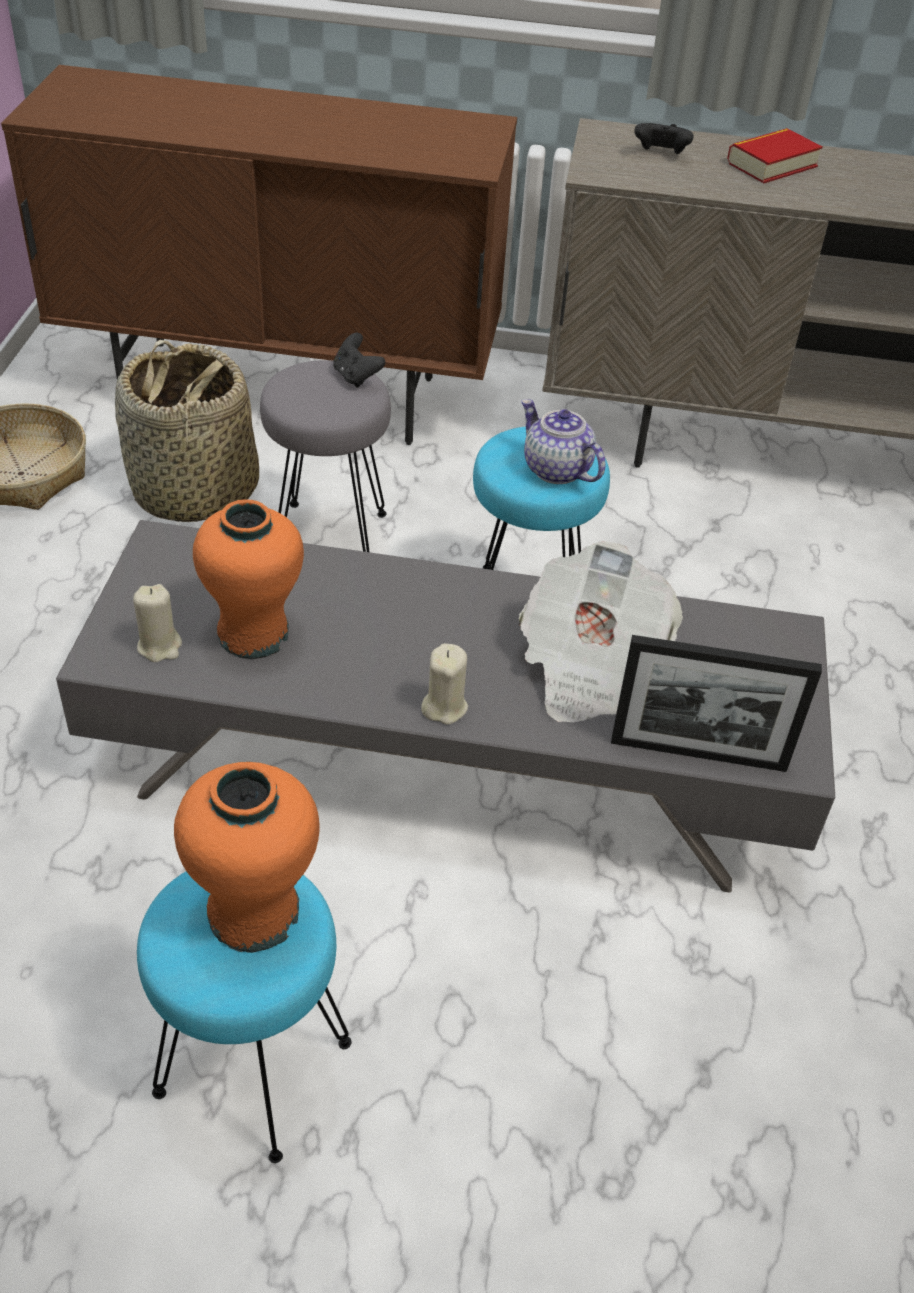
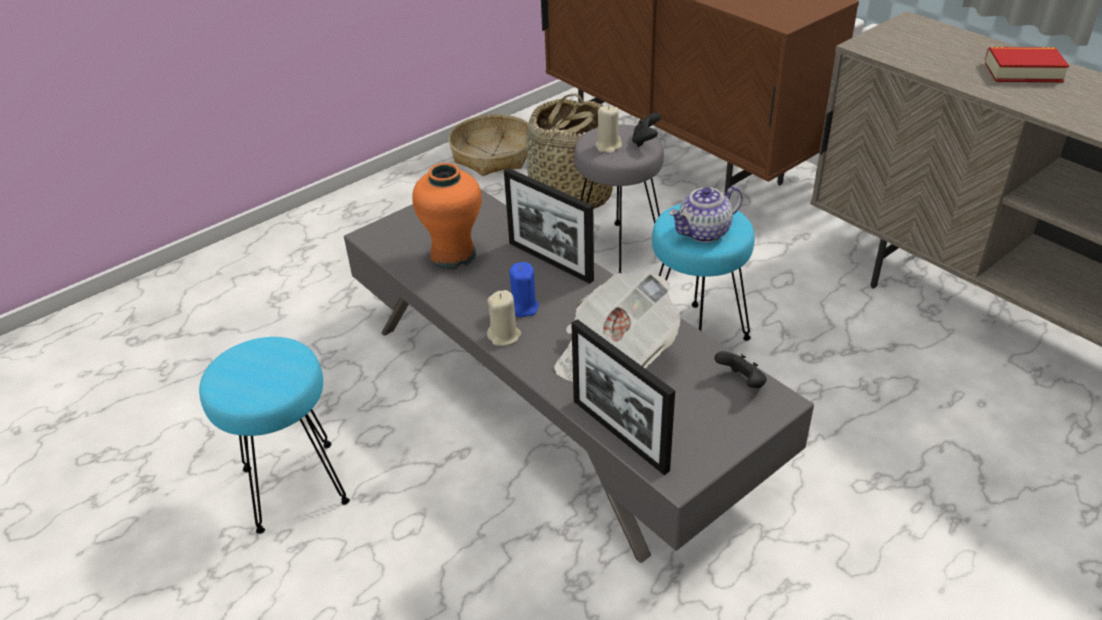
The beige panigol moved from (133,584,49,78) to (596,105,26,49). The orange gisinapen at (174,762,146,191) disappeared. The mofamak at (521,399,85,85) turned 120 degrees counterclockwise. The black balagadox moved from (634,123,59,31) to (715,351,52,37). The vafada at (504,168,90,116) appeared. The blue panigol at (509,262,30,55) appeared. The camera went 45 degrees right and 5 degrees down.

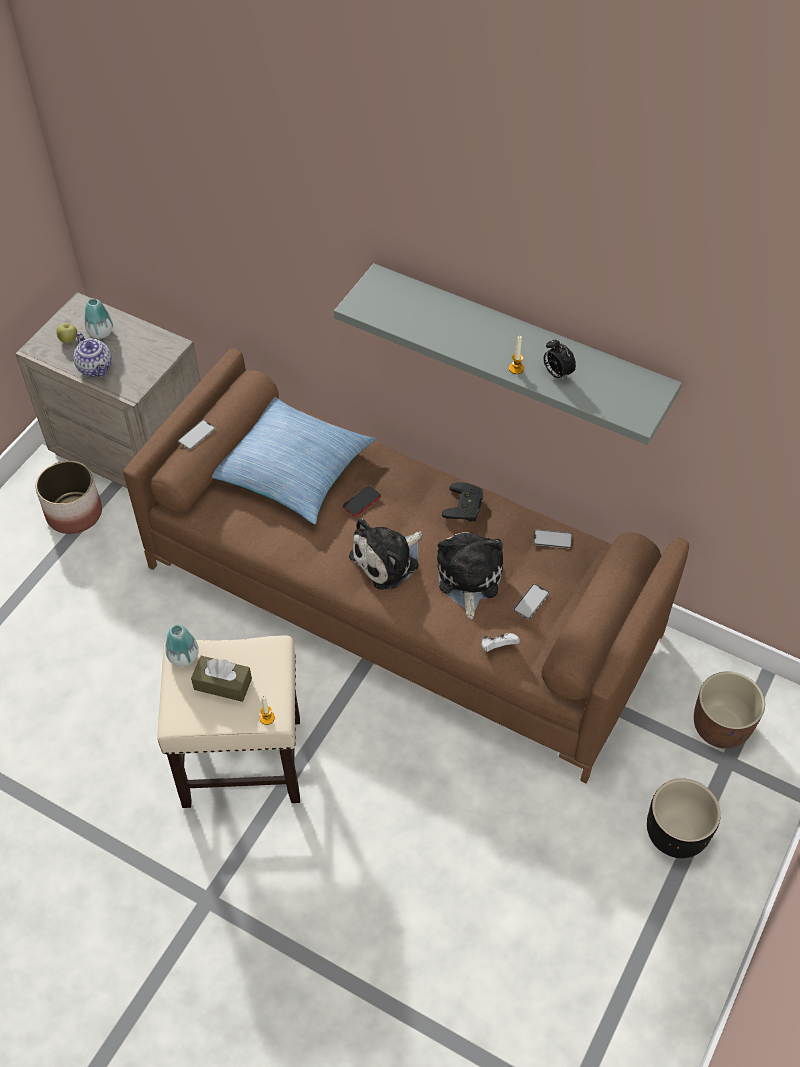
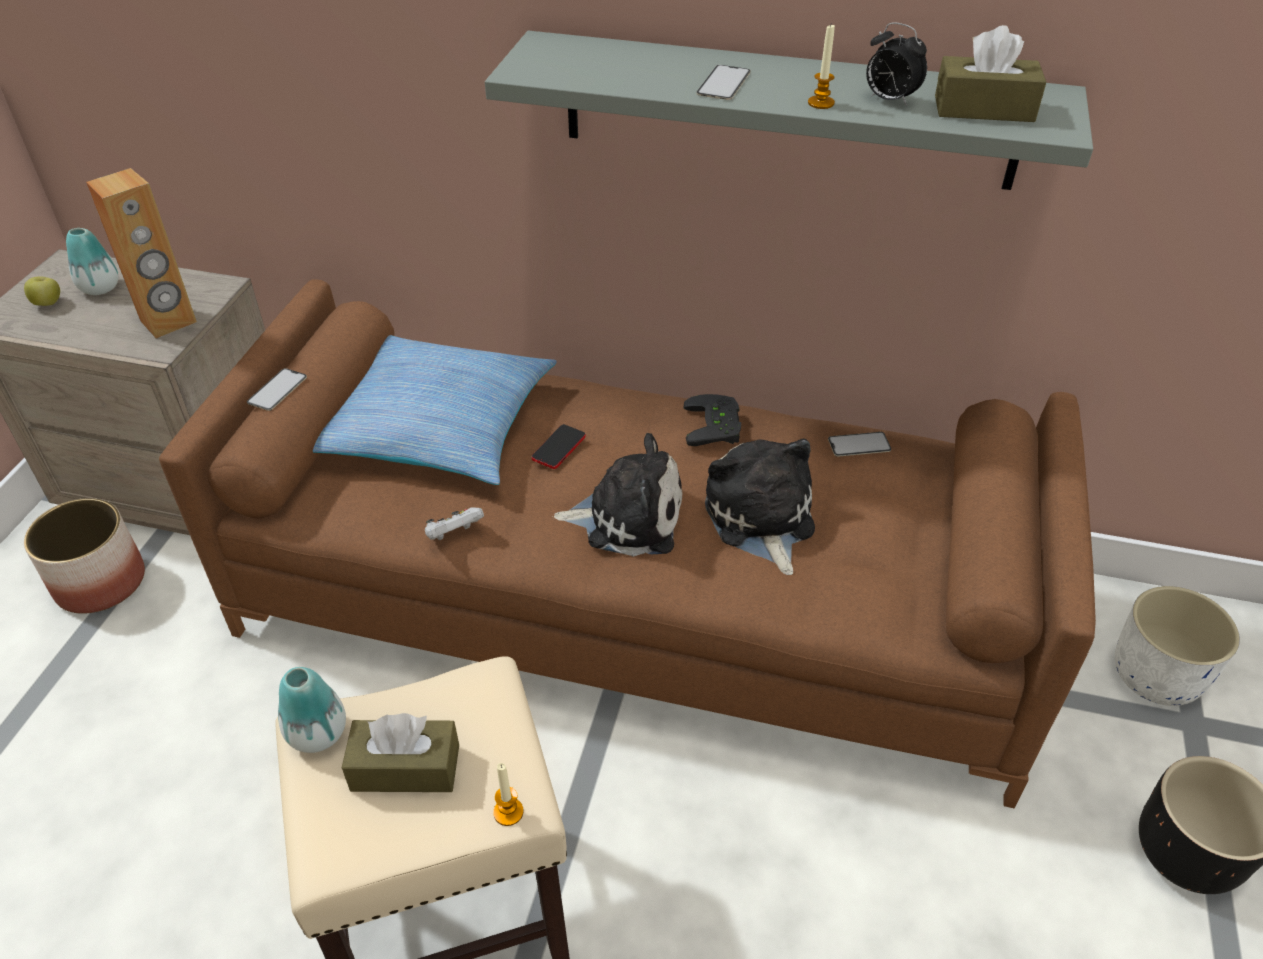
The mofamak at (73,333,39,44) disappeared. The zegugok at (349,518,73,72) turned 120 degrees counterclockwise. The white balagadox moved from (481,633,39,19) to (425,507,59,34). The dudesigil moved from (513,584,36,35) to (696,65,55,35). The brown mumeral at (694,672,71,77) became the white mumeral at (1115,586,125,120). The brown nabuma at (86,168,111,170) appeared. The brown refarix at (935,25,111,97) appeared. The camera went 15 degrees left and 10 degrees down.

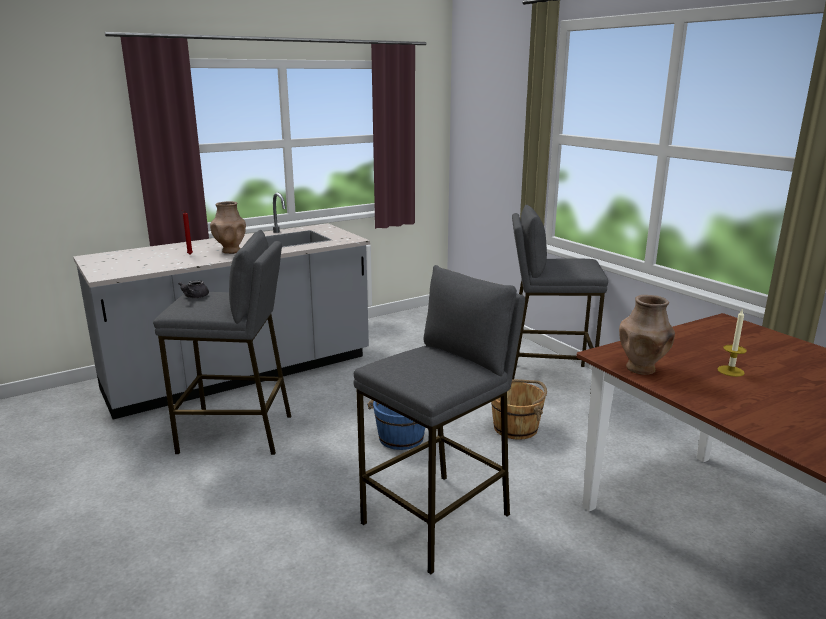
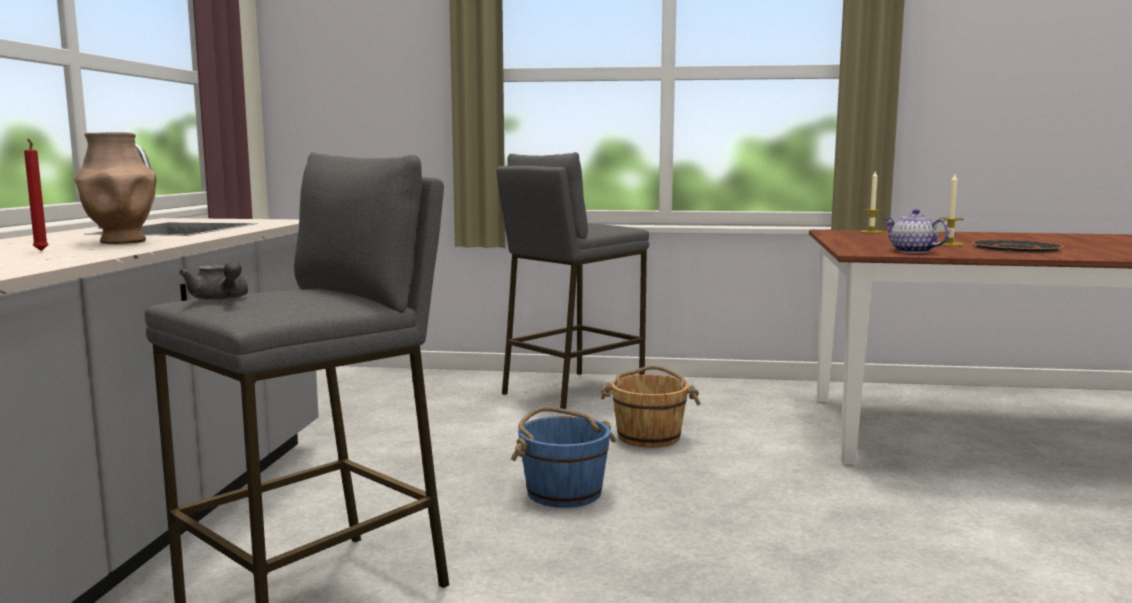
The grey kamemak at (354,265,171,309) disappeared. The brown gisinapen at (619,295,56,80) was replaced by the mofamak at (884,209,65,44). The panigol at (860,170,24,63) appeared. The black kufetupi at (971,240,93,13) appeared. The camera went 50 degrees left and 10 degrees down.

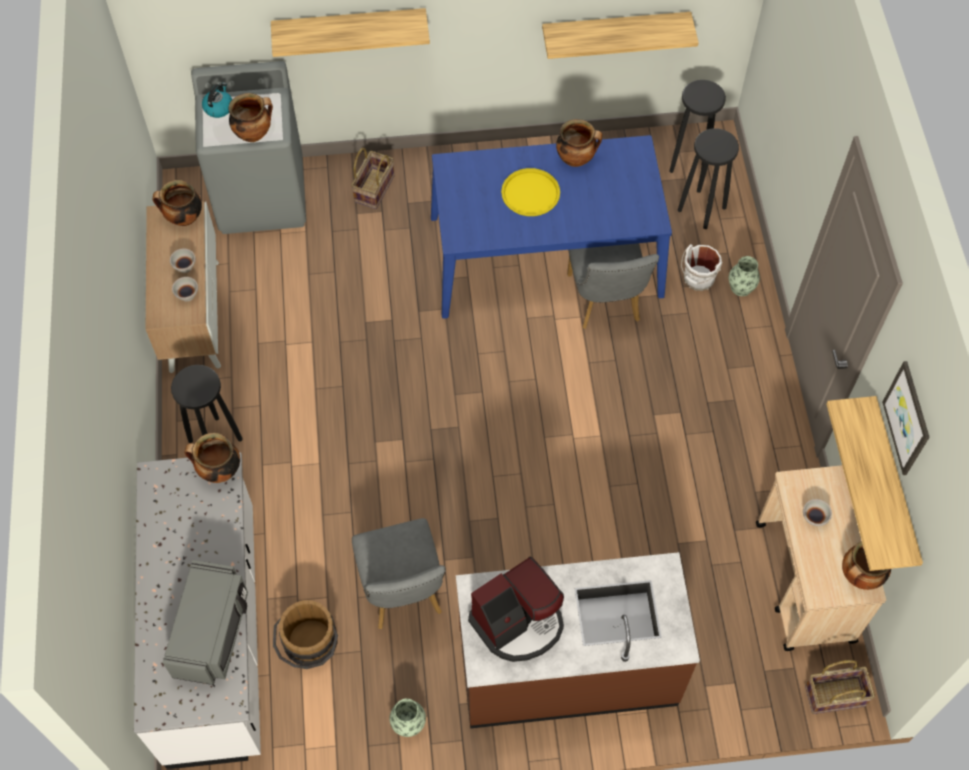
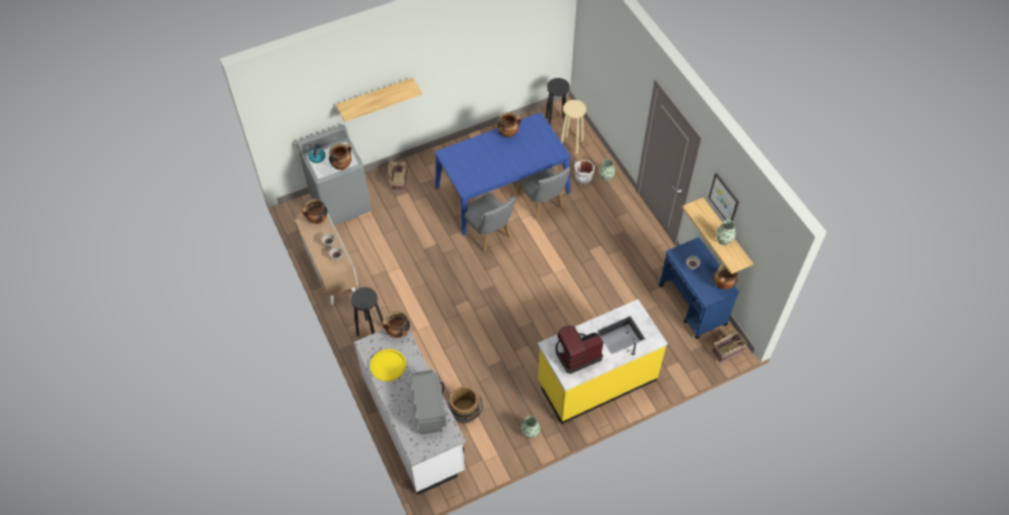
The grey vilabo moved from (352,518,94,111) to (464,192,52,59). The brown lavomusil at (456,552,244,177) became the yellow lavomusil at (538,299,130,125). The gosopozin at (468,556,96,106) turned 150 degrees counterclockwise. The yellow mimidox moved from (501,168,59,48) to (370,349,36,32). The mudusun at (542,12,157,47) disappeared. The black kamemak at (678,128,61,101) became the beige kamemak at (561,100,25,54). The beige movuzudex at (756,465,130,186) became the blue movuzudex at (659,237,80,102). The gisinapen at (716,220,20,25) appeared. The camera went 20 degrees left and 5 degrees down.

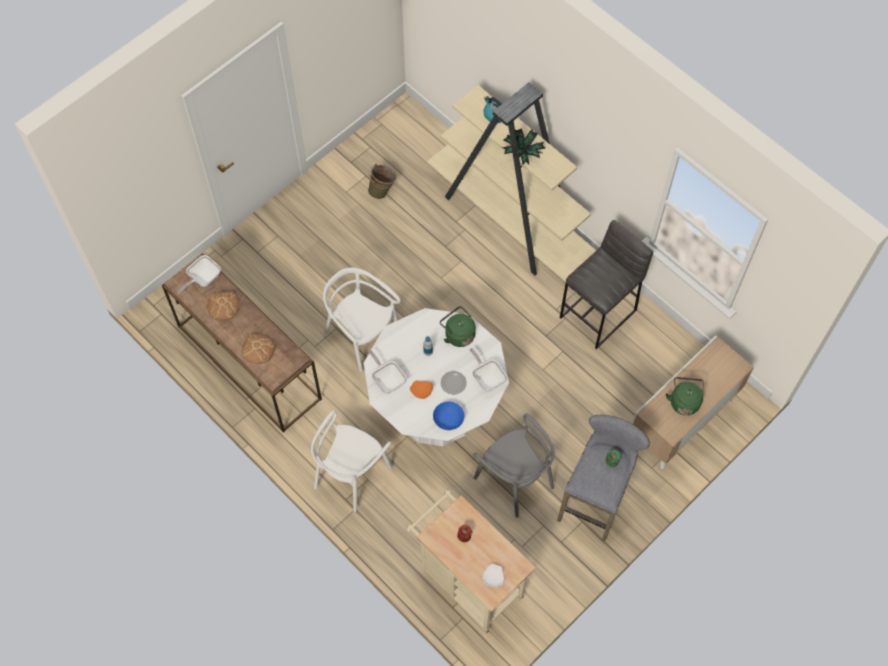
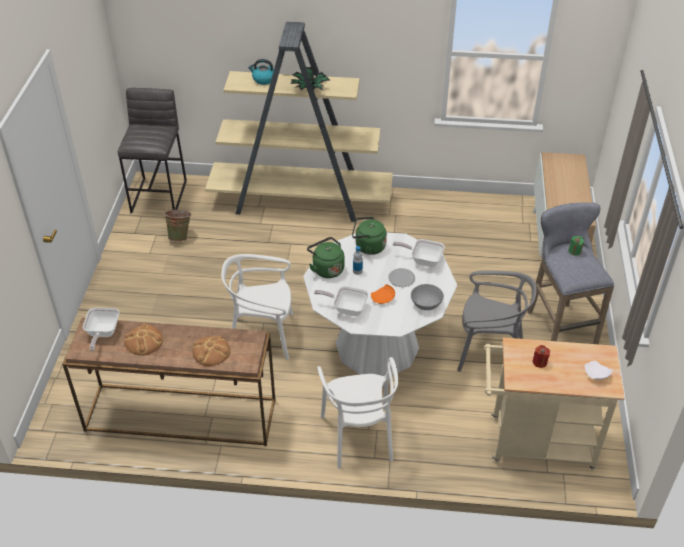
The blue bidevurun at (433,401,31,29) became the grey bidevurun at (411,284,33,26). The grey kamemak moved from (560,220,93,129) to (118,88,69,125). The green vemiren moved from (666,377,38,39) to (307,237,38,41). The camera went 40 degrees left and 20 degrees down.

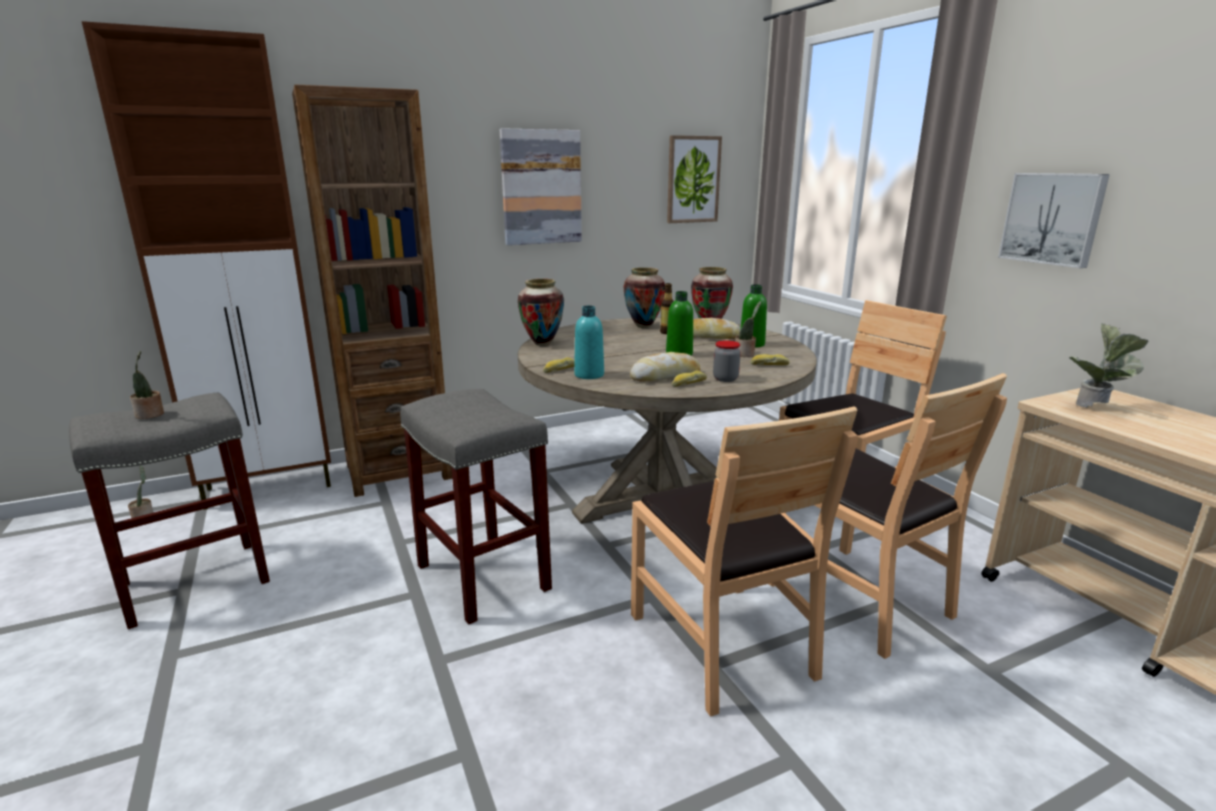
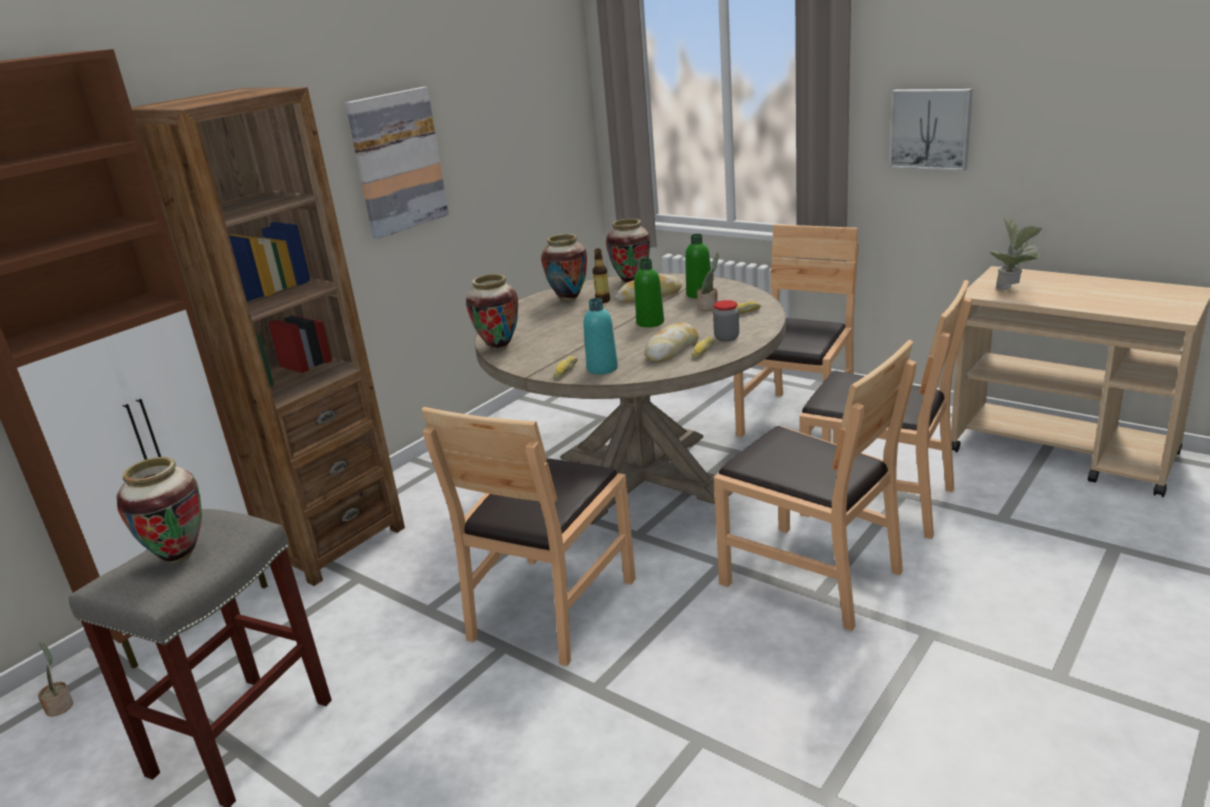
The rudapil at (130,351,34,68) was replaced by the gisinapen at (116,457,86,106). The grey kamemak at (400,389,152,236) was replaced by the brown vilabo at (422,407,214,259). The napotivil at (667,135,55,88) disappeared. The camera went 25 degrees left and 5 degrees up.

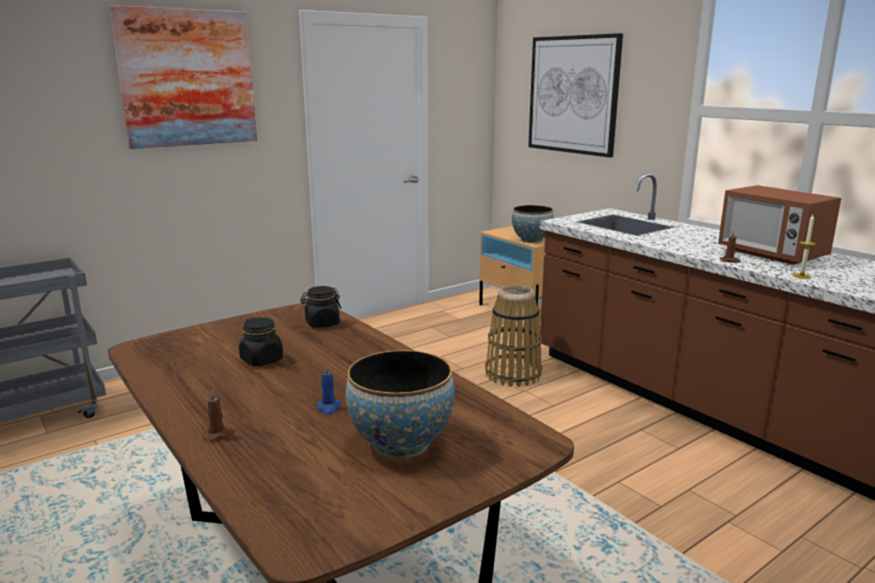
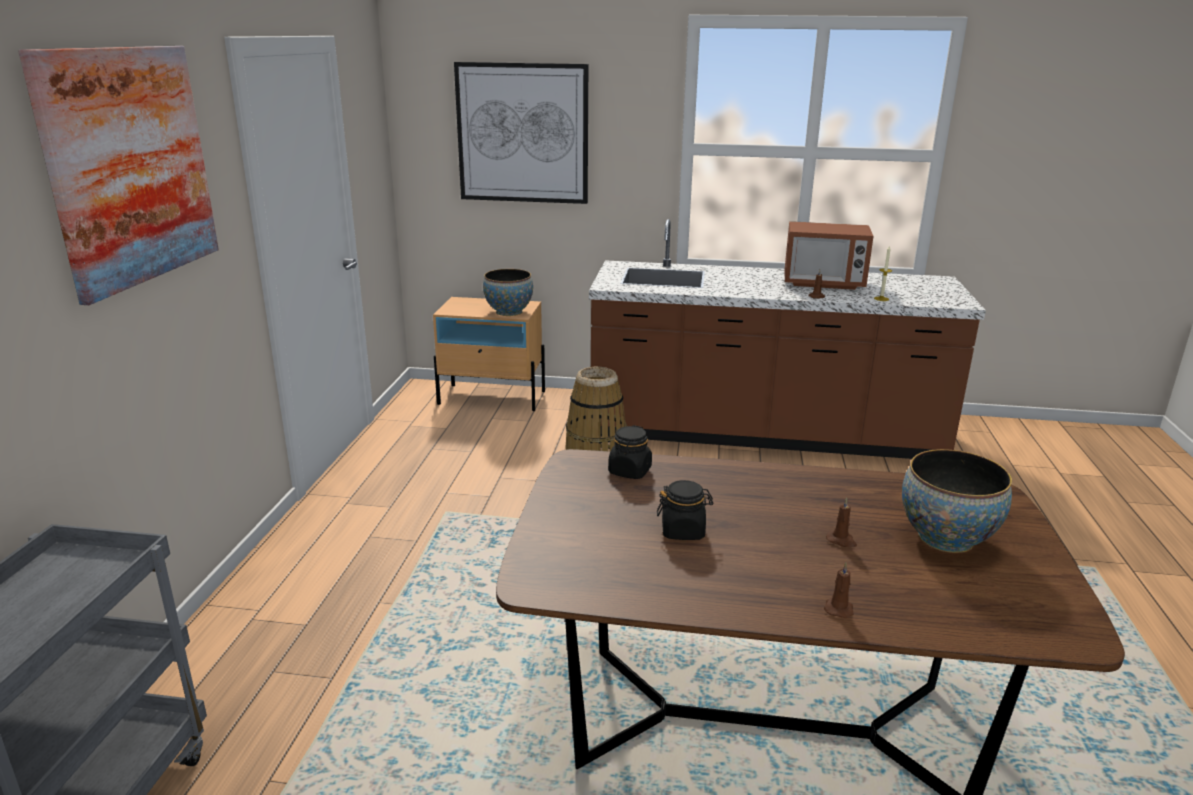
The blue panigol at (317,364,24,51) became the brown panigol at (826,498,31,49). The camera went 45 degrees left and 5 degrees up.

